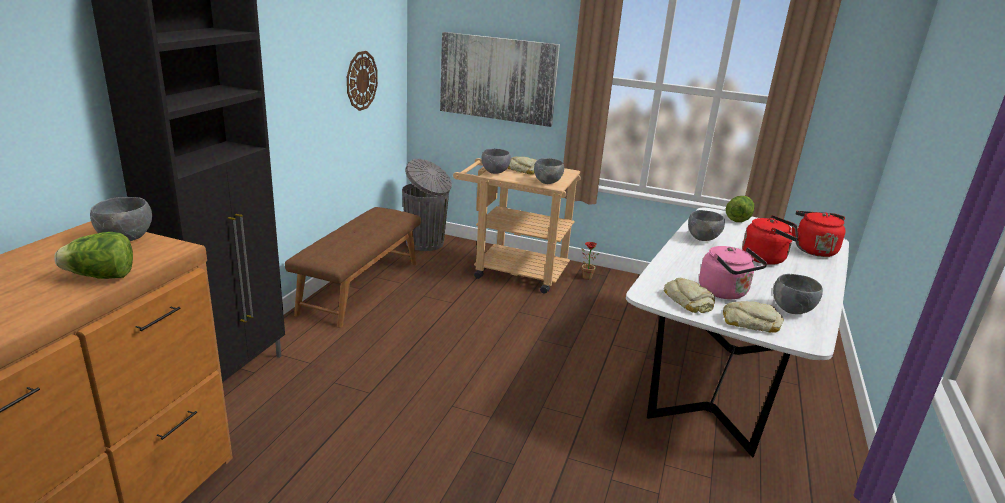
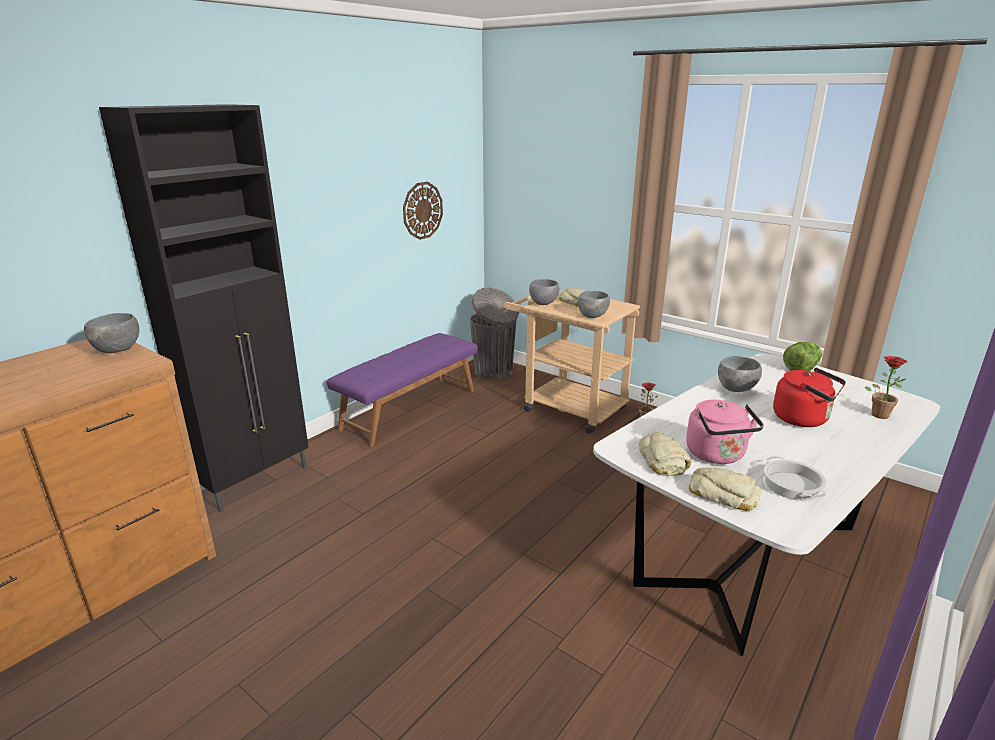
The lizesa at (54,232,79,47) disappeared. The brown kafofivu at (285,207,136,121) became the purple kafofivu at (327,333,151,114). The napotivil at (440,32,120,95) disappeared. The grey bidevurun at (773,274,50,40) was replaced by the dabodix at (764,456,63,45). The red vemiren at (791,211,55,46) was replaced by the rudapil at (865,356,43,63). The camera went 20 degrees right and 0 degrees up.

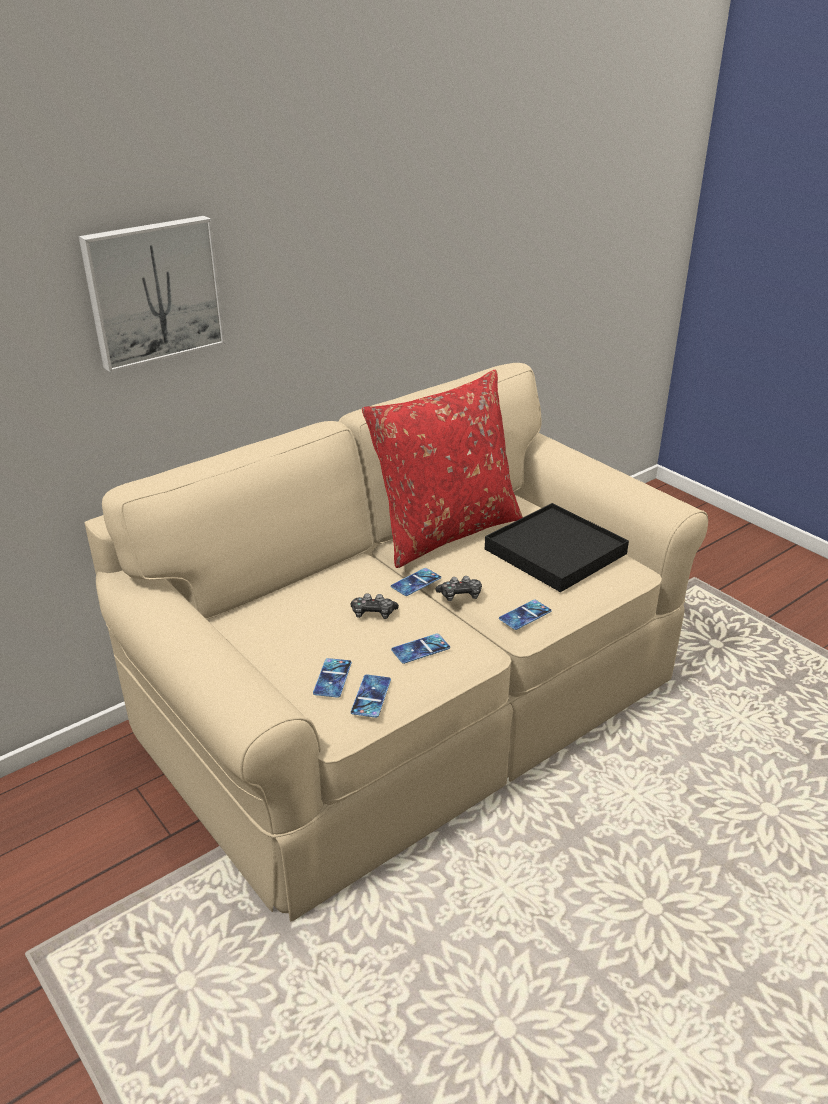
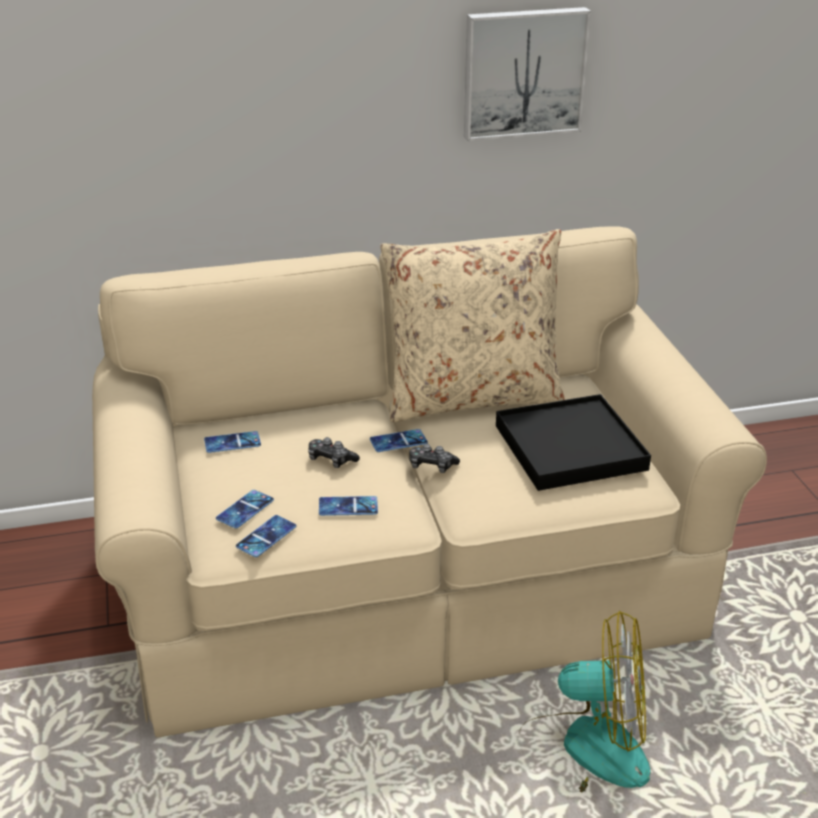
The napotivil moved from (79,216,147,157) to (464,7,127,134). The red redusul at (362,370,161,198) became the beige redusul at (380,229,185,193). The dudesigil moved from (499,600,53,30) to (204,431,57,22). The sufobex at (519,611,132,182) appeared. The camera went 25 degrees right and 0 degrees up.

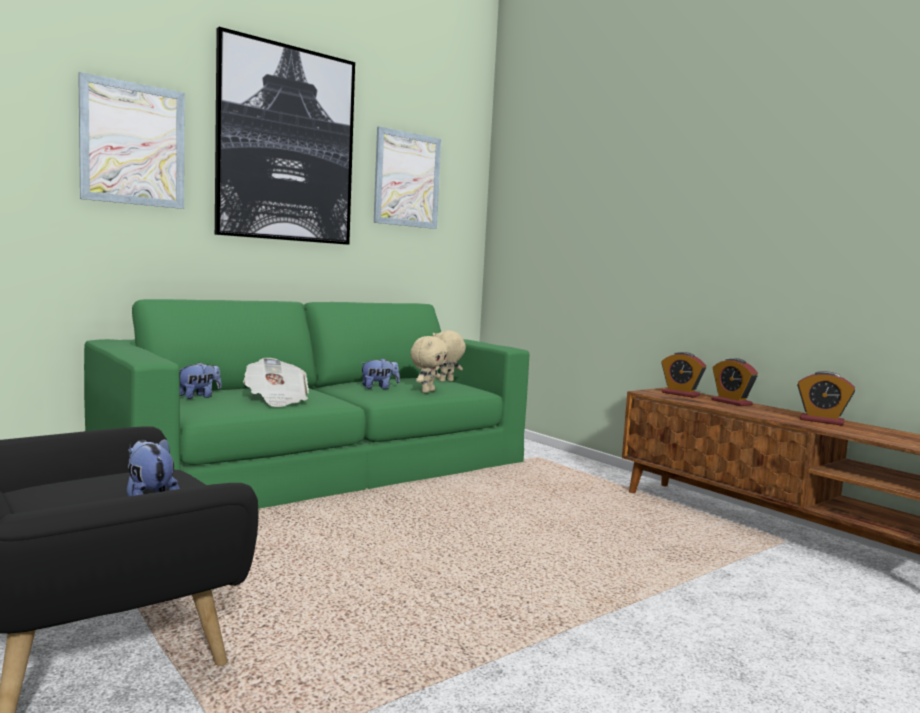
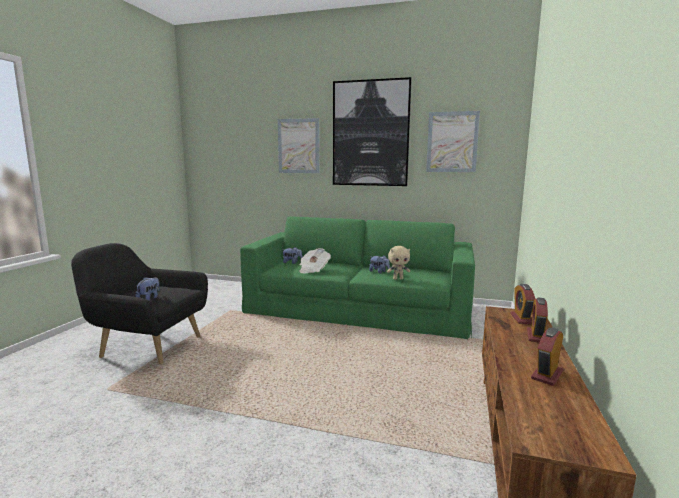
The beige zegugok at (433,330,33,52) disappeared. The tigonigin at (797,371,58,55) turned 45 degrees clockwise. The camera went 55 degrees right and 5 degrees up.

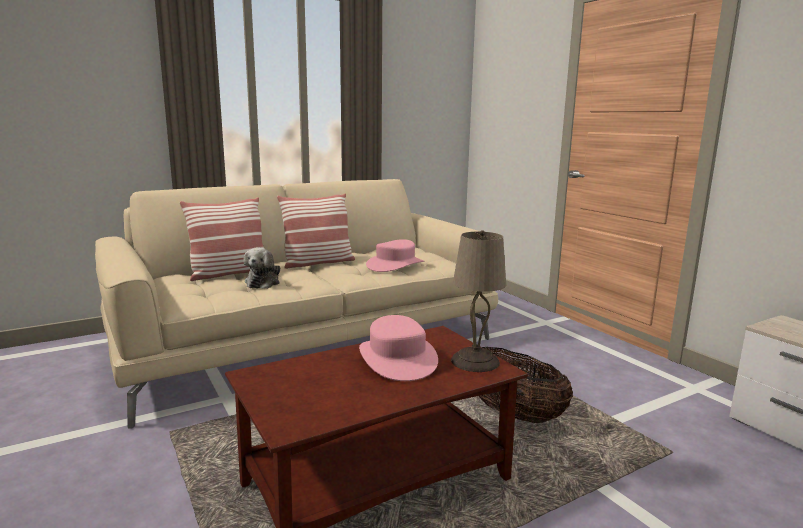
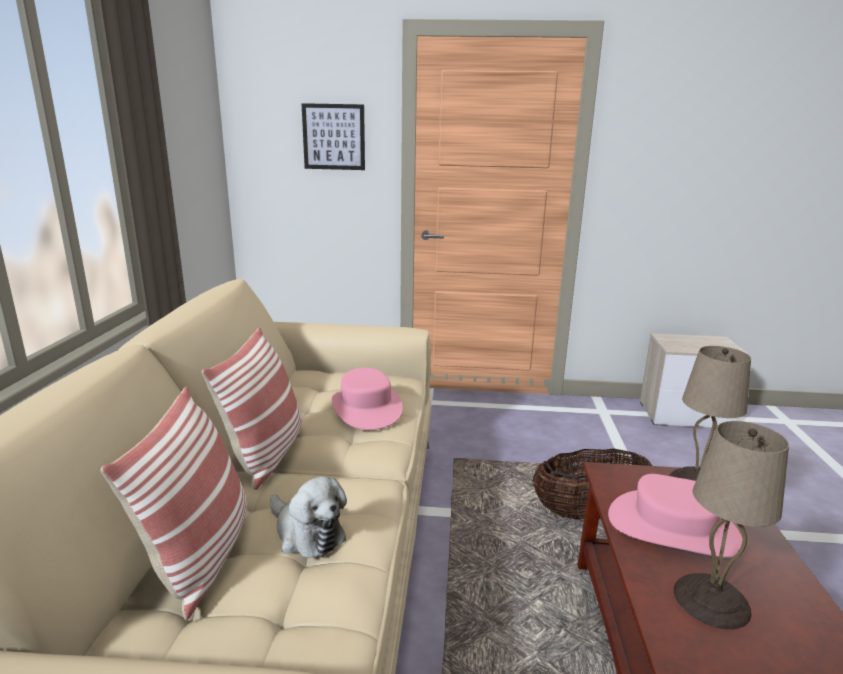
The napotivil at (301,103,64,67) appeared. The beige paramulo at (674,421,115,208) appeared. The camera went 55 degrees left and 5 degrees up.

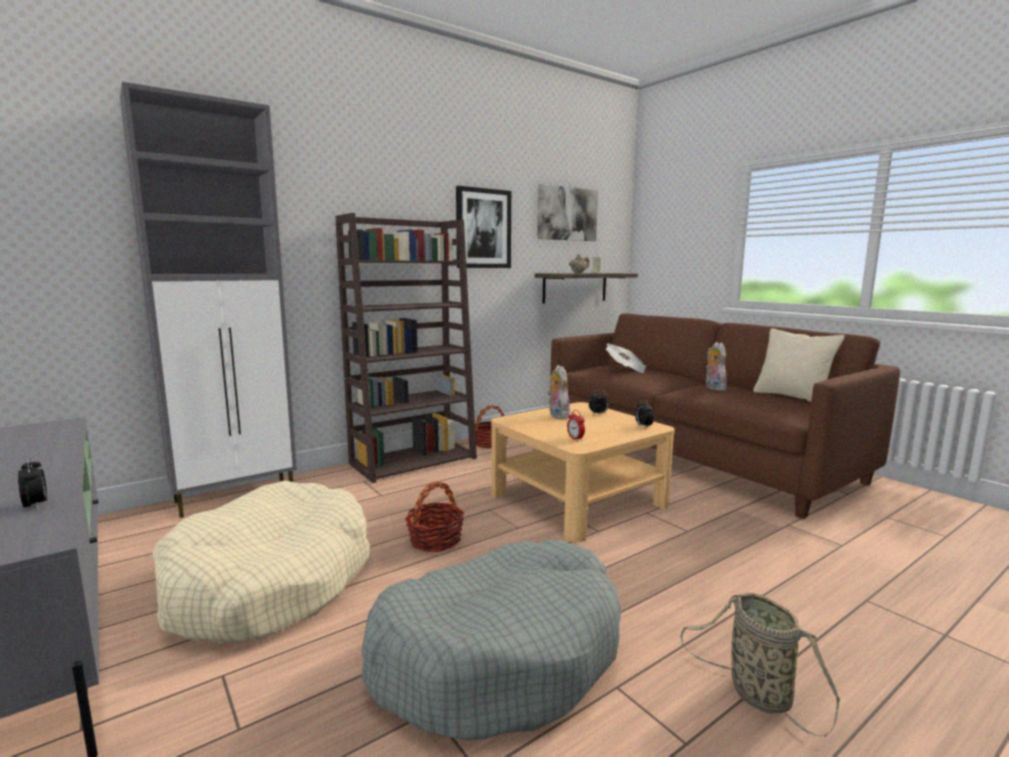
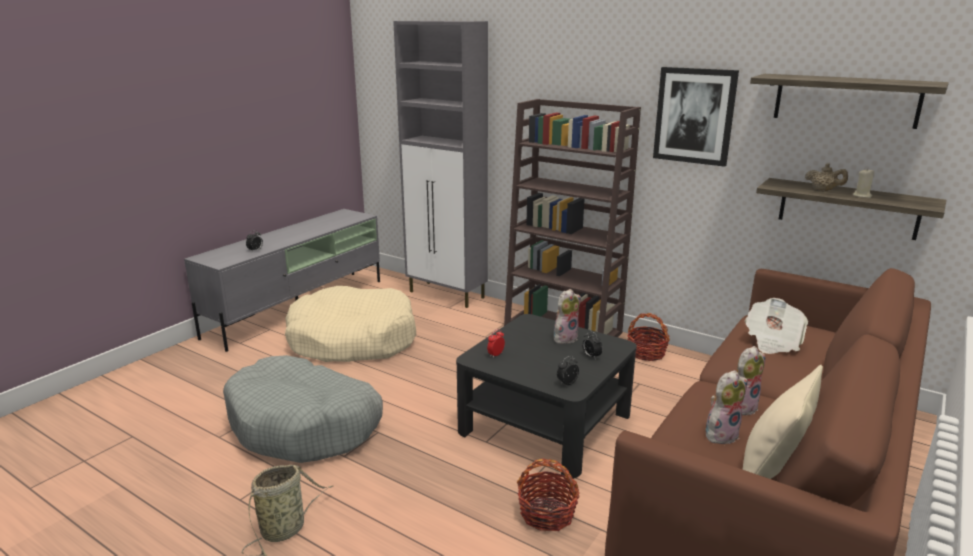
The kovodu moved from (405,482,59,70) to (517,459,63,72). The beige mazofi at (491,402,184,140) became the black mazofi at (456,314,181,165). The napotivil at (537,184,61,57) was replaced by the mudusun at (750,74,199,55). The zegugok at (705,370,42,74) appeared. The camera went 70 degrees right and 10 degrees up.

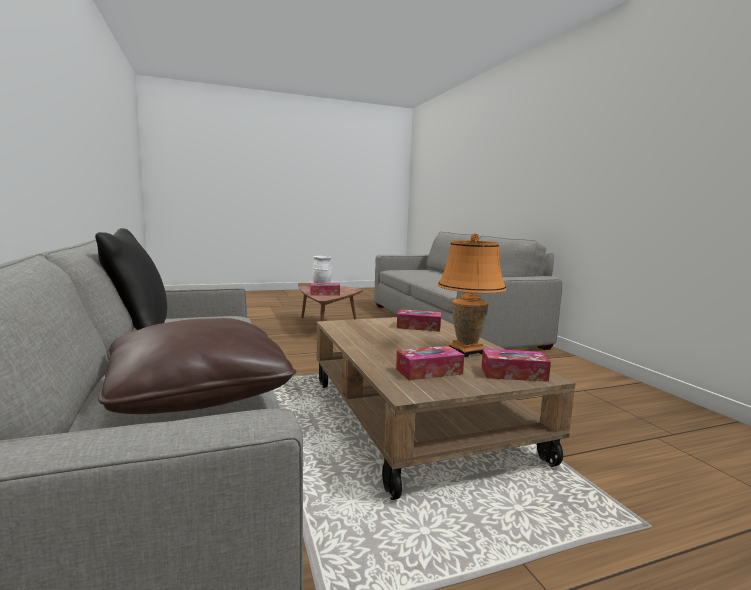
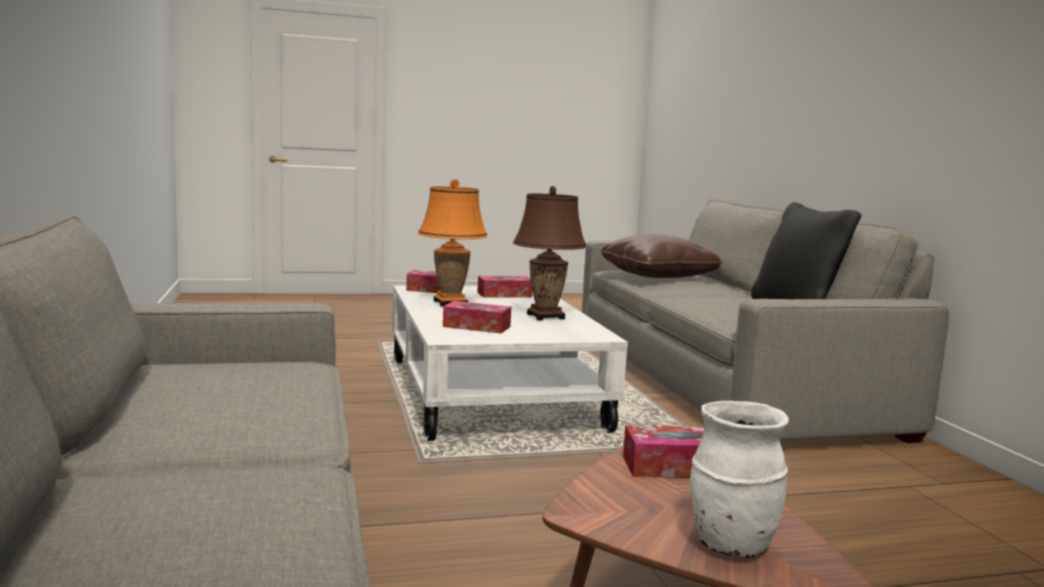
The brown mazofi at (316,317,260,183) became the white mazofi at (392,285,236,156). The brown paramulo at (513,186,74,134) appeared. The camera went 175 degrees left and 0 degrees up.

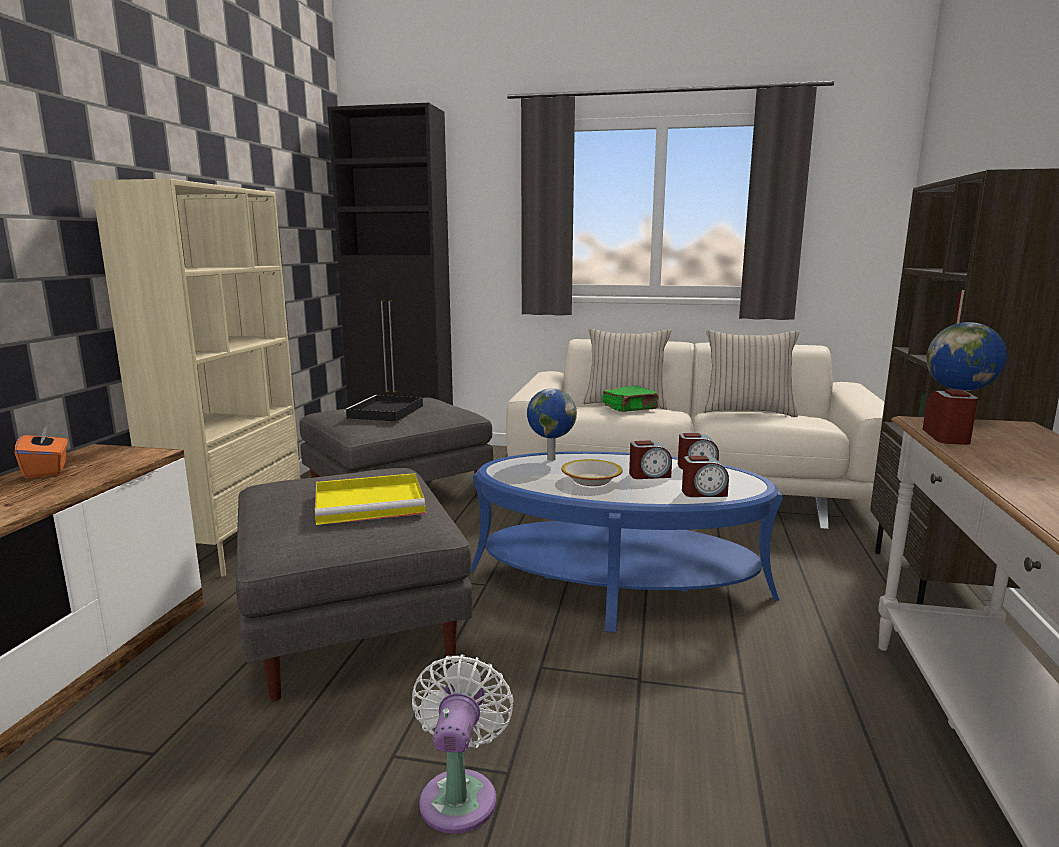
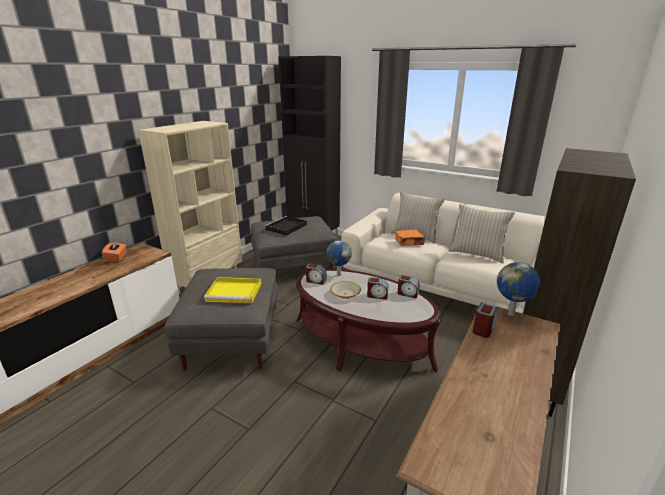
The white sufobex at (412,655,102,179) disappeared. The blue mazofi at (471,451,312,181) became the brown mazofi at (296,269,145,104). The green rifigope at (602,385,57,27) became the orange rifigope at (395,229,30,17). The tigonigin moved from (682,456,47,41) to (306,263,21,22). The camera went 20 degrees right and 10 degrees up.

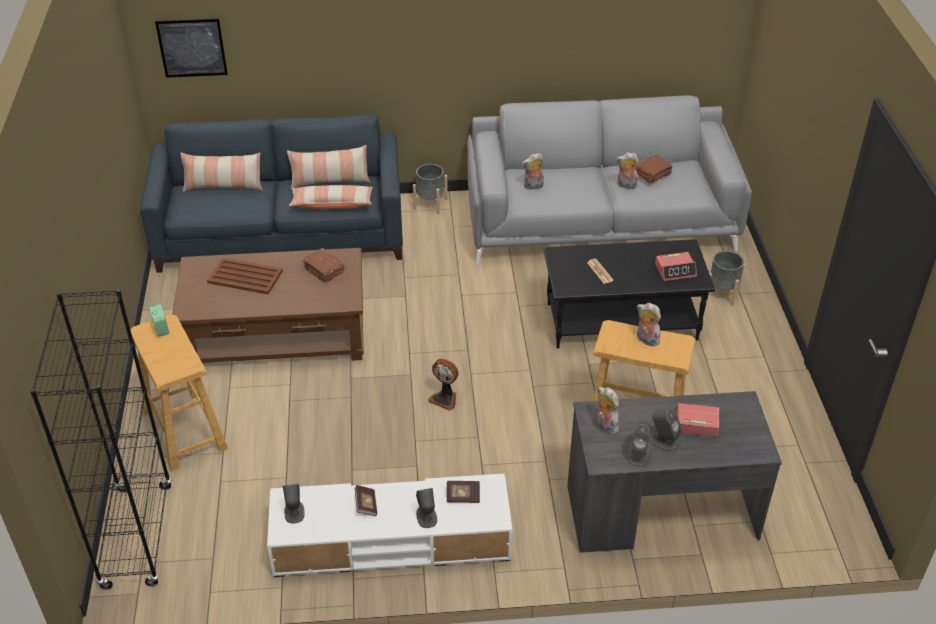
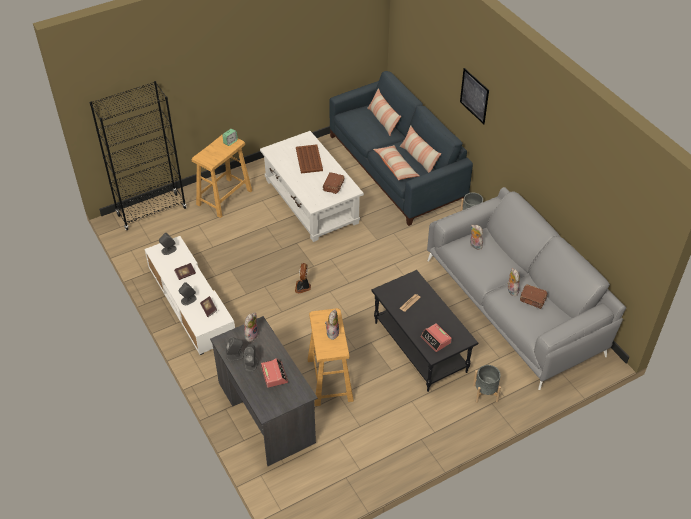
The napotivil moved from (155,19,73,59) to (460,68,29,56). The brown mazofi at (172,248,192,115) became the white mazofi at (260,131,104,111). The camera went 65 degrees right and 5 degrees up.

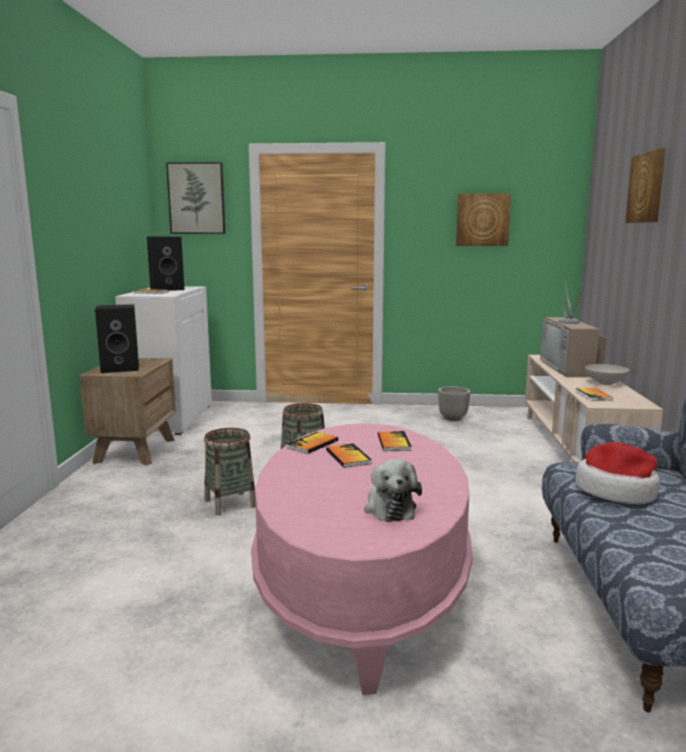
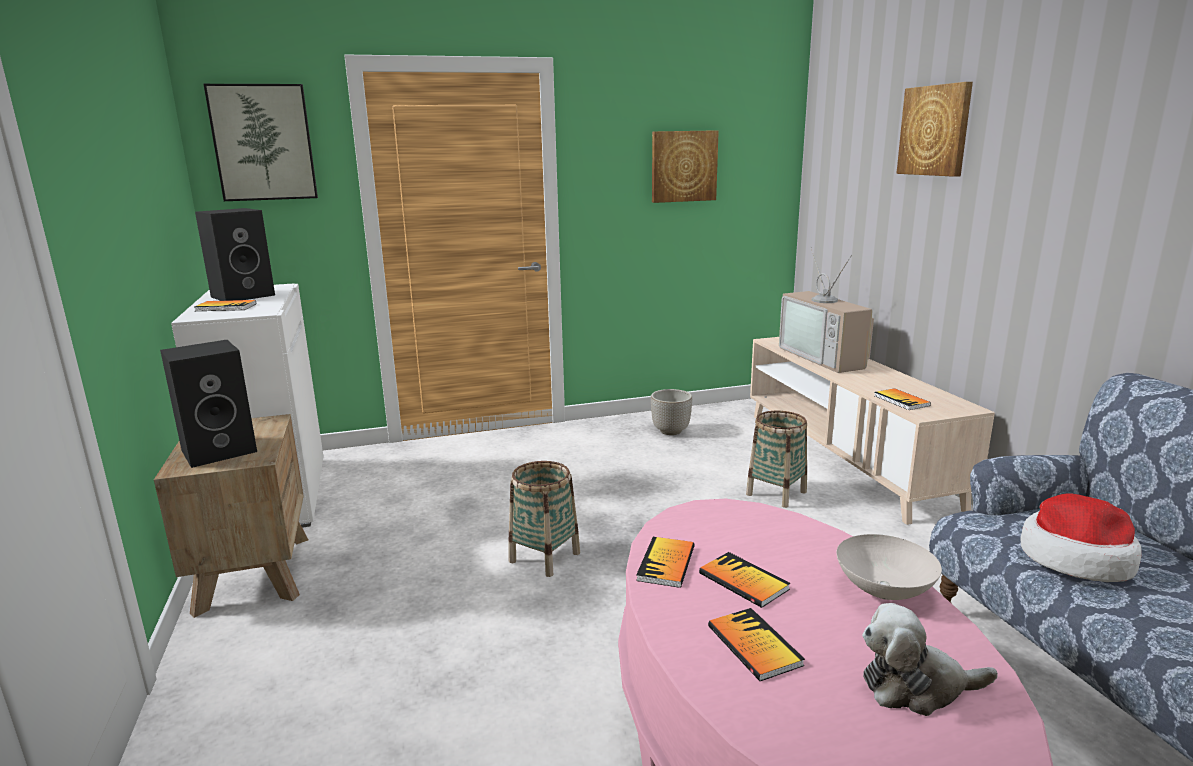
The kovodu moved from (204,428,52,88) to (746,411,61,97). The zegugok at (364,459,58,63) turned 120 degrees clockwise. The rifigope moved from (377,431,35,20) to (708,608,97,73). The white bidevurun moved from (585,364,45,21) to (837,534,105,66). The camera went 20 degrees left and 5 degrees up.

